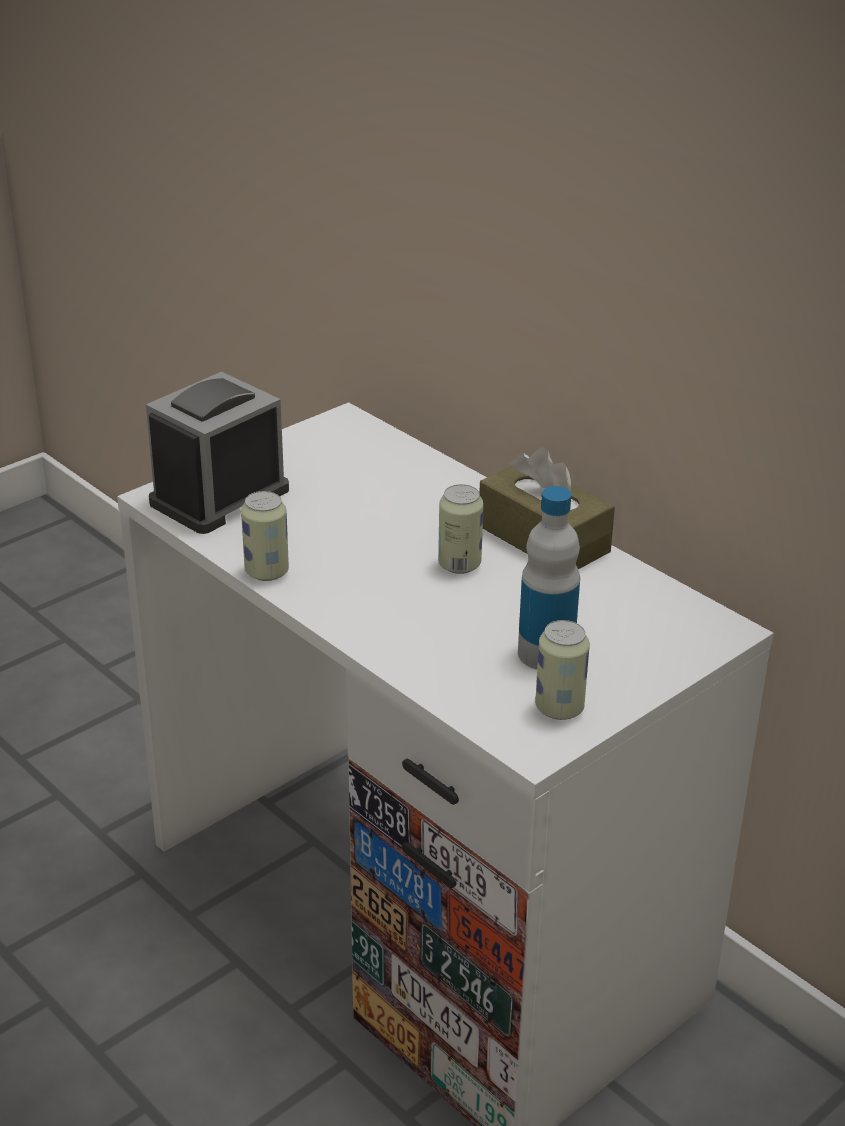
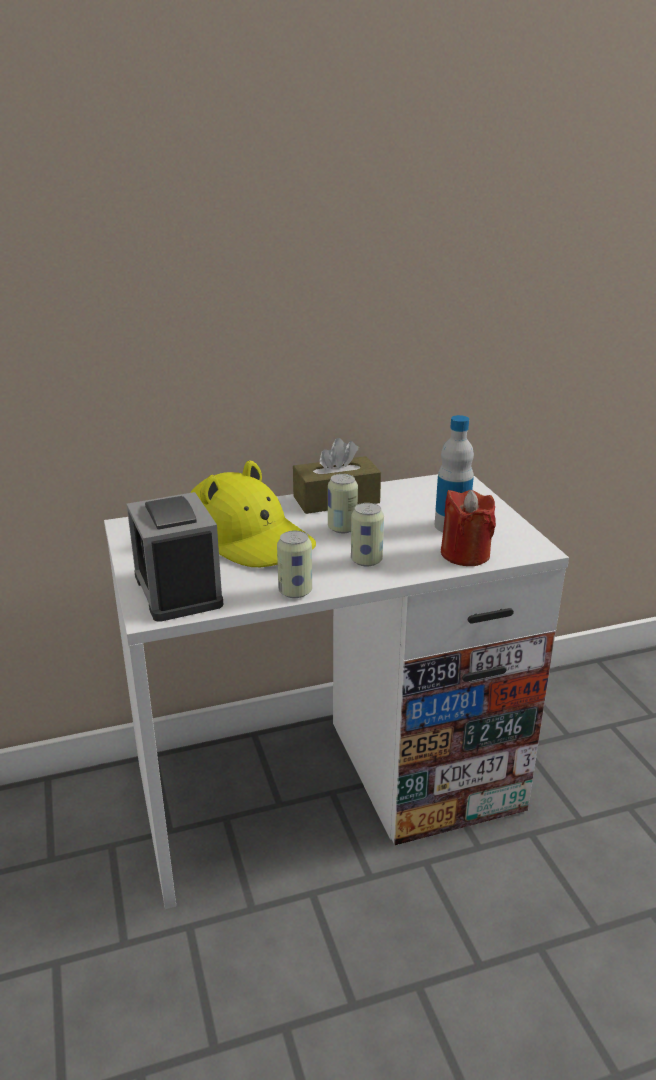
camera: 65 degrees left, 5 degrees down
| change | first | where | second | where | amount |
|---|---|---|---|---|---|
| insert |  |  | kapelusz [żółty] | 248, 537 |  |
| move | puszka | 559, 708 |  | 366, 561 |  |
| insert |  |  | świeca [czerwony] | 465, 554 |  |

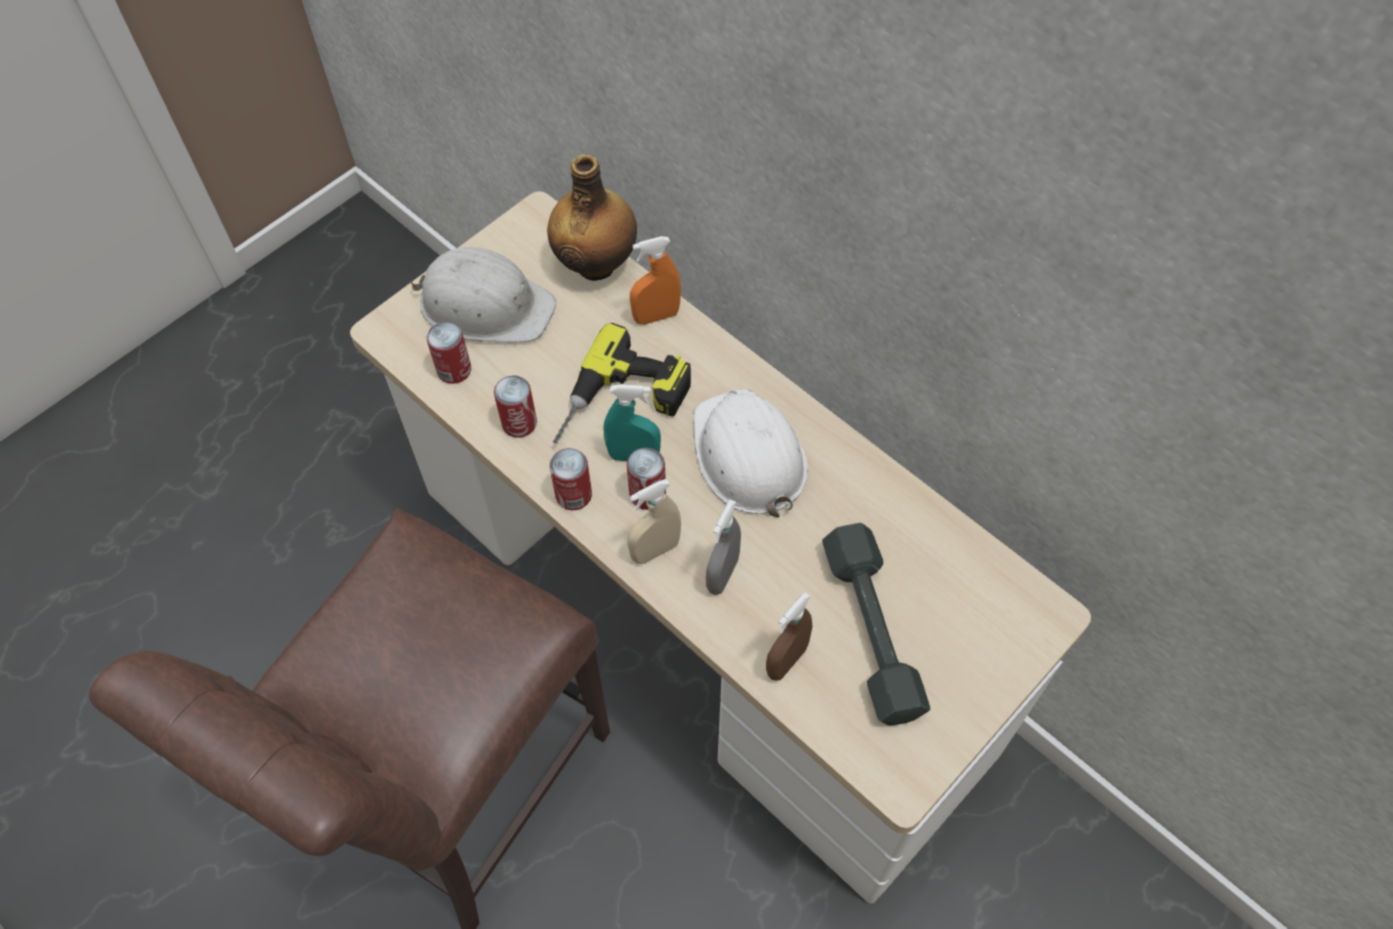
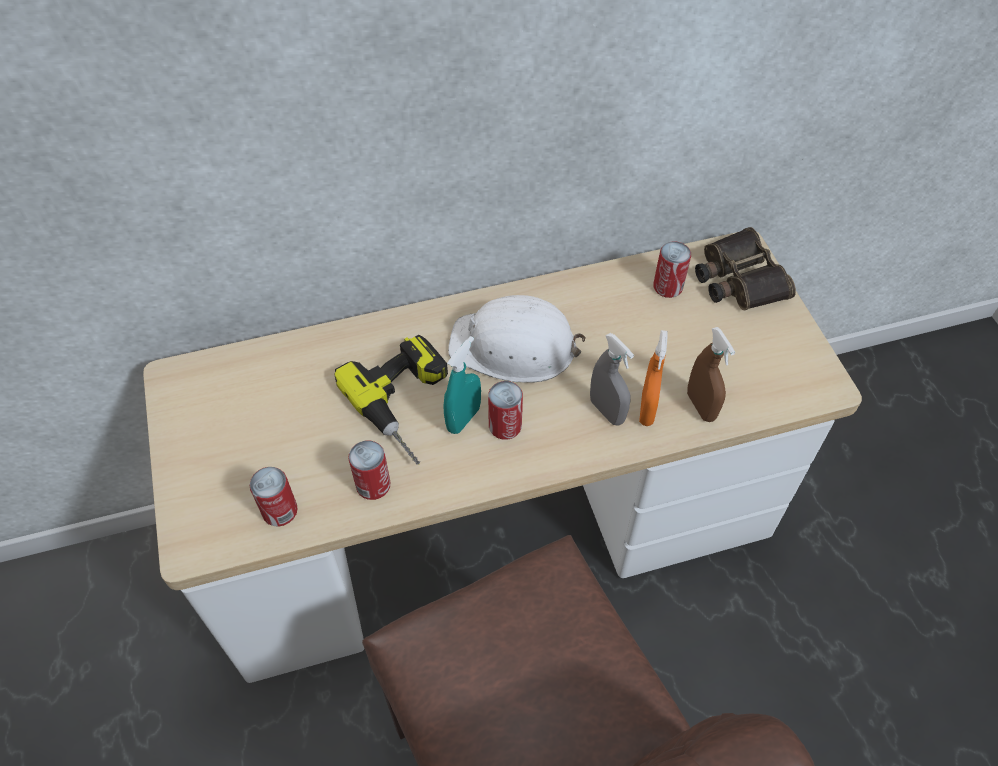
camera: 60 degrees left, 5 degrees down
| change | first | where | second | where | amount |
|---|---|---|---|---|---|
| move | spryskiwacz [pomarańczowy] | 656, 316 |  | 647, 410 |  |
| move | puszka | 573, 495 |  | 668, 287 |  |
| insert |  |  | lornetka | 737, 279 |  |
| delete | kask [biały] | 485, 305 |  |  |  |
| delete | butelka | 596, 263 |  |  |  |
| delete | spryskiwacz [beżowy] | 655, 550 |  |  |  |
| delete | hantel [szary] | 872, 630 |  |  |  |

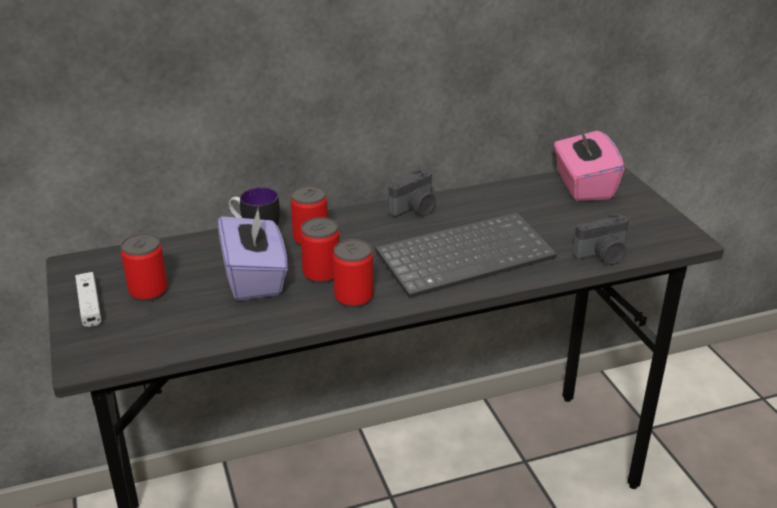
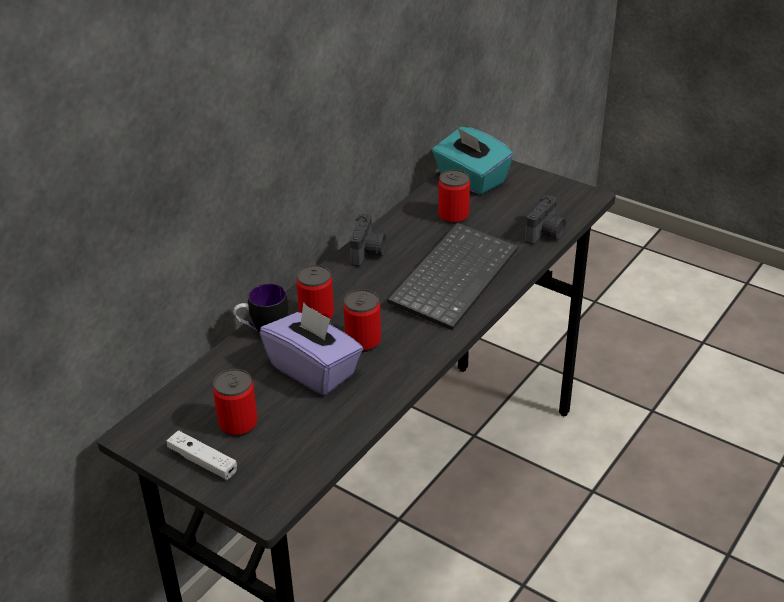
camera: 35 degrees left, 5 degrees up
| change | first | where | second | where | amount |
|---|---|---|---|---|---|
| recolor | pudełko chusteczek [różowy] | 583, 186 | pudełko chusteczek [turkusowy] | 470, 179 |  |
| move | puszka | 353, 298 |  | 453, 216 |  |

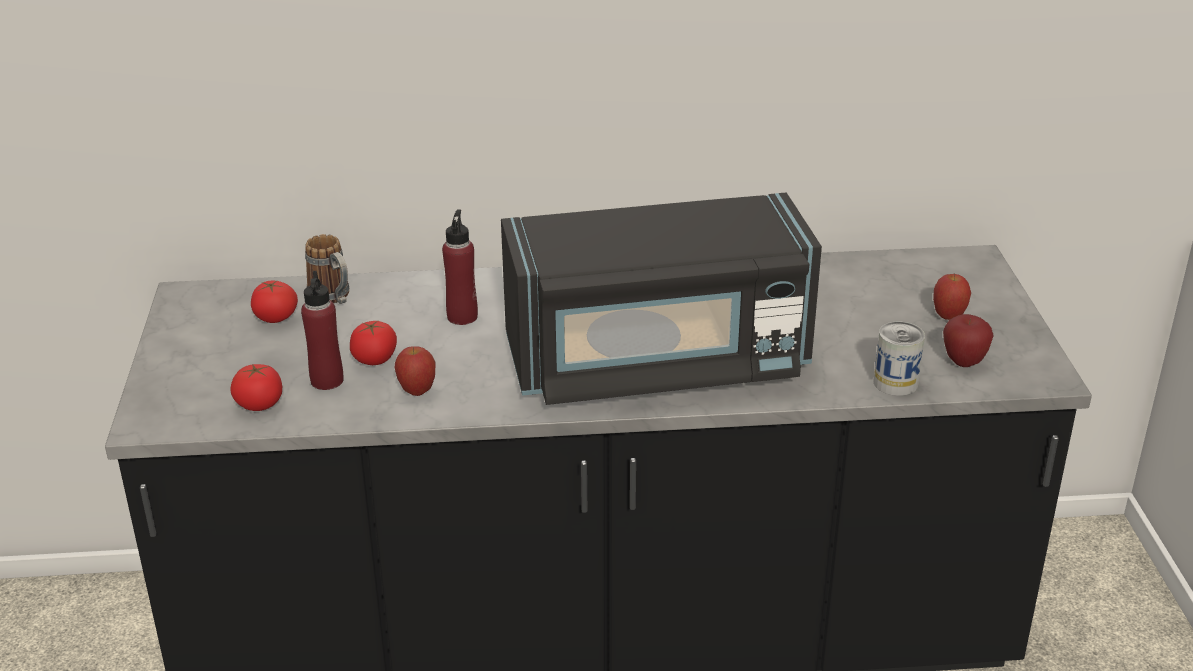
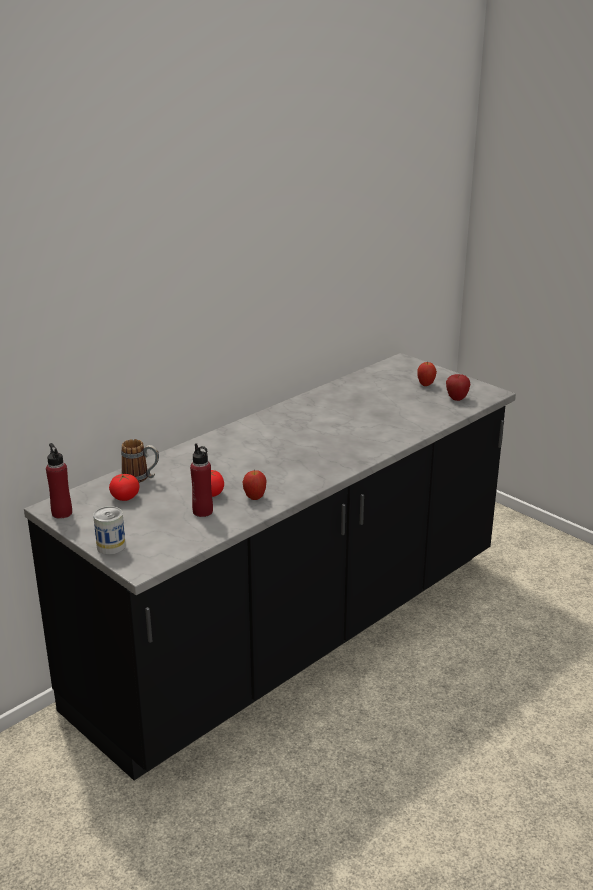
camera: 40 degrees left, 5 degrees down
| change | first | where | second | where | amount |
|---|---|---|---|---|---|
| move | butelka [czerwony] | 462, 316 |  | 62, 513 |  |
| move | puszka | 895, 383 |  | 111, 546 |  |
| delete | pomidor | 259, 404 |  |  |  |
| delete | mikrofalówka [czarny] | 657, 363 |  |  |  |

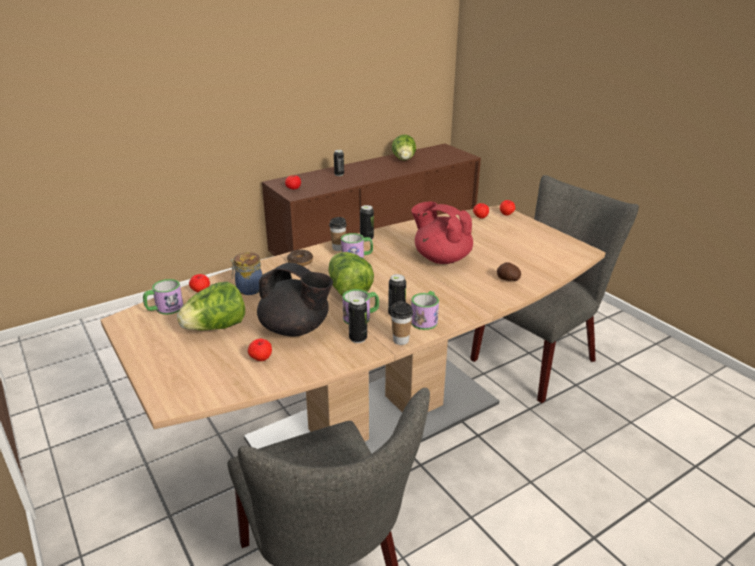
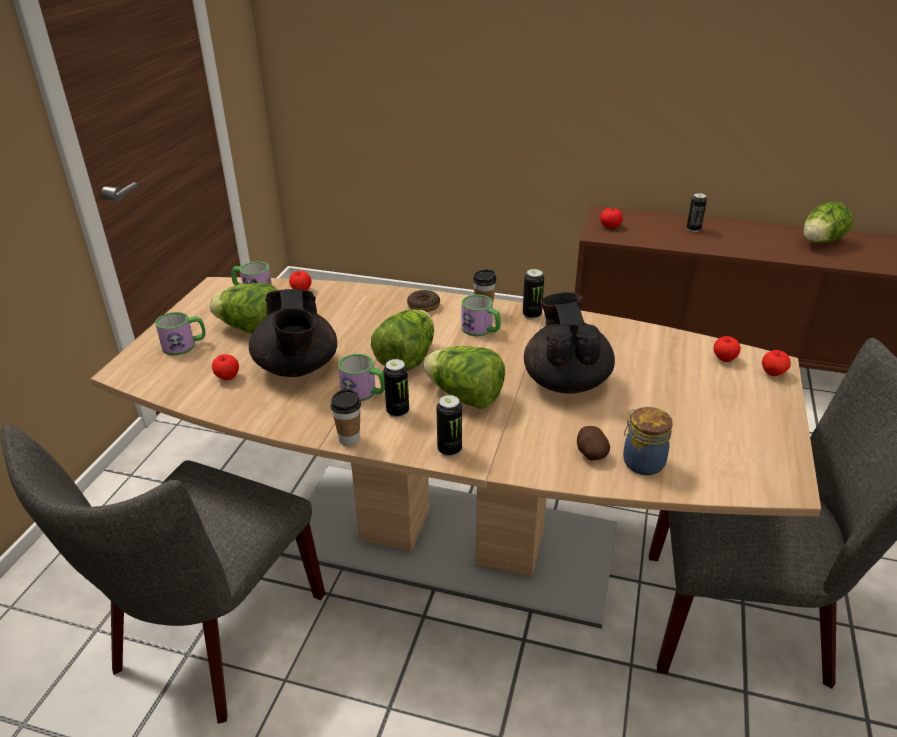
camera: 50 degrees right, 5 degrees up
| change | first | where | second | where | amount |
|---|---|---|---|---|---|
| move | kubek | 425, 319 |  | 185, 345 |  |
| insert |  |  | sałata | 465, 397 |  |
| move | puszka | 358, 339 |  | 449, 449 |  |
| recolor | imbryk [czerwony] | 441, 258 | imbryk [czarny] | 565, 381 |  |
| move | słoik | 248, 289 |  | 641, 462 |  |

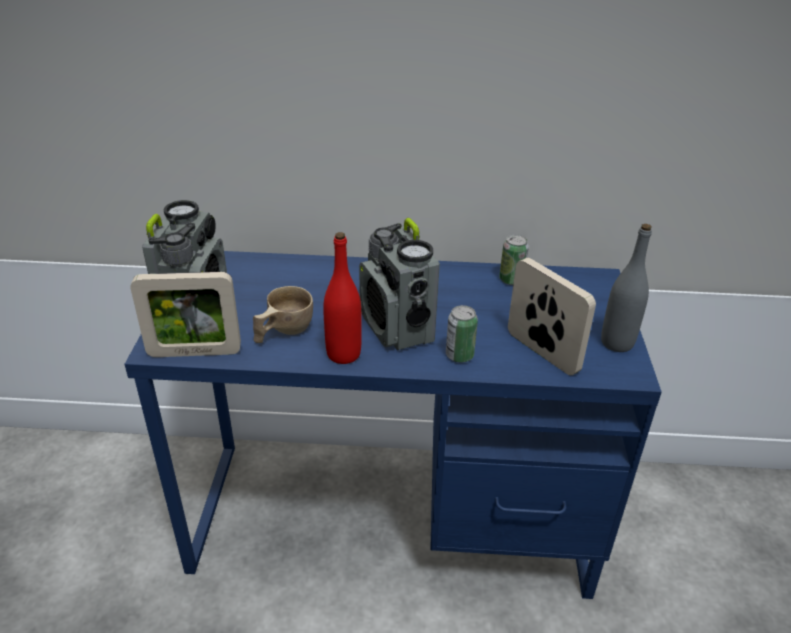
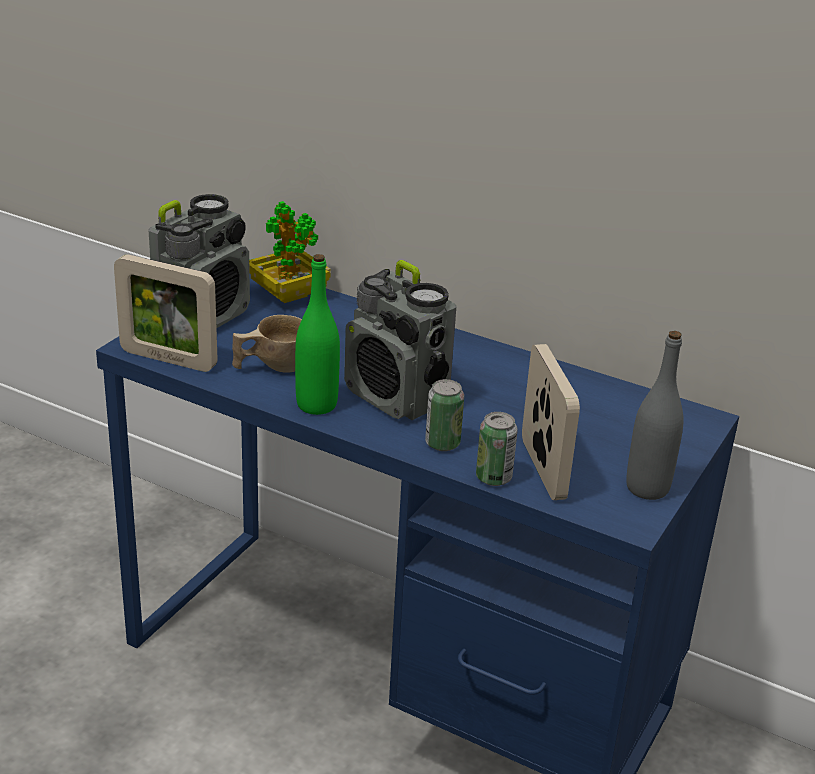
camera: 25 degrees right, 5 degrees down
| change | first | where | second | where | amount |
|---|---|---|---|---|---|
| insert |  |  | roślina doniczkowa | 288, 294 |  |
| recolor | butelka [czerwony] | 343, 354 | butelka [zielony] | 316, 405 |  |
| rotate | radio | 397, 328 |  | 397, 398 | 45 degrees counterclockwise |
| move | puszka | 511, 280 |  | 493, 478 |  |

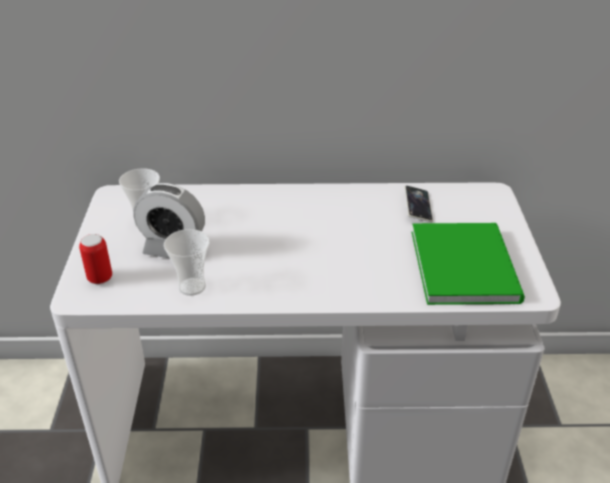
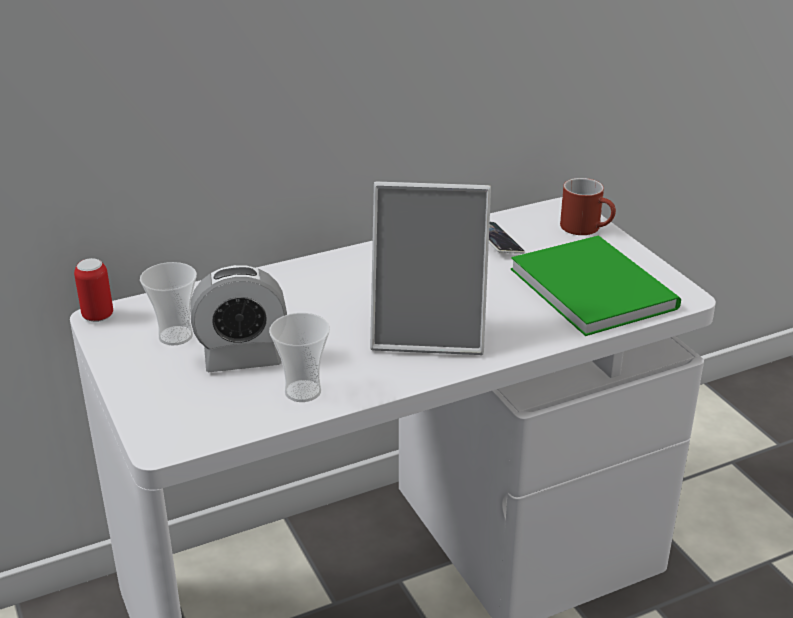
camera: 25 degrees left, 5 degrees down
| change | first | where | second | where | amount |
|---|---|---|---|---|---|
| move | puszka | 100, 278 |  | 98, 316 |  |
| insert |  |  | ramka na zdjęcie | 429, 331 |  |
| insert |  |  | kubek [czerwony] | 587, 228 |  |

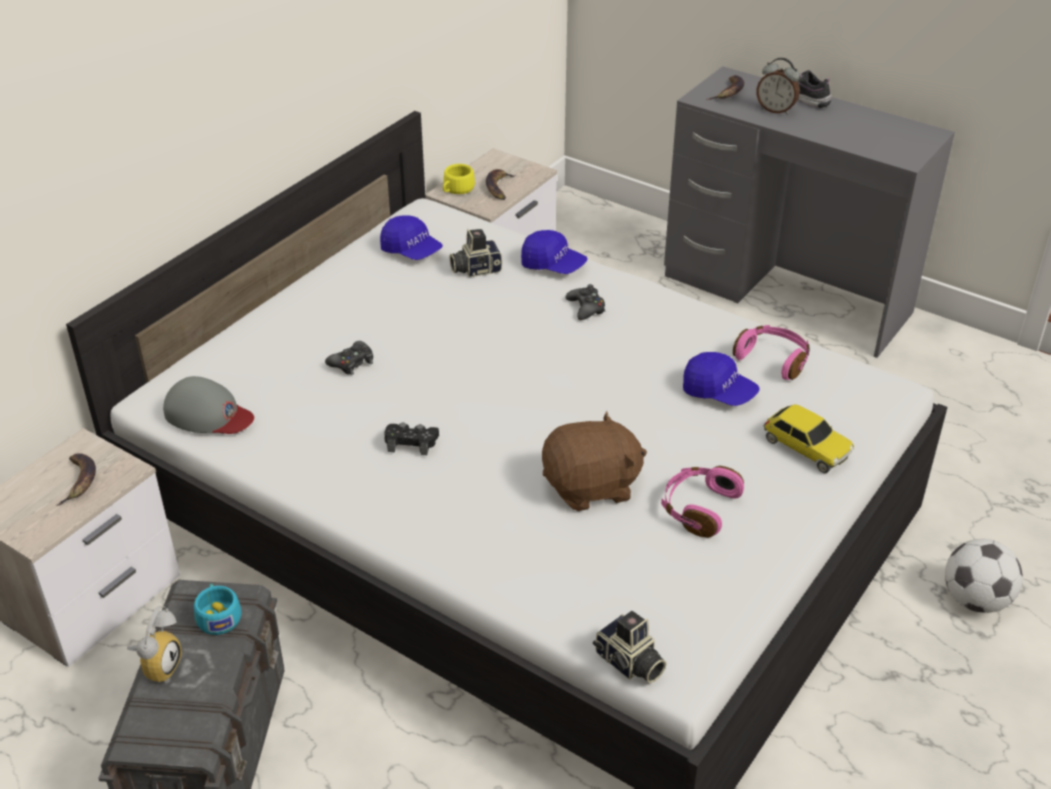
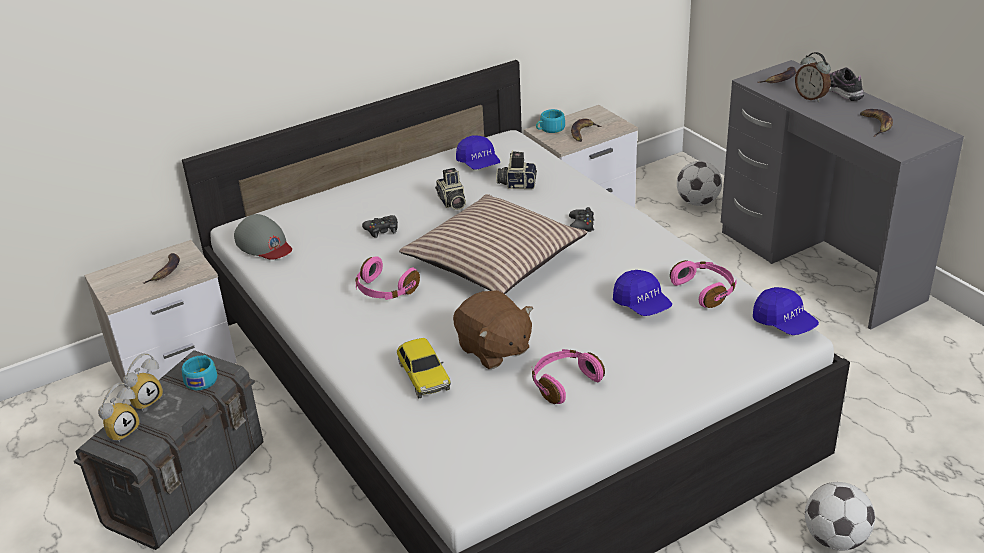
camera: 25 degrees right, 5 degrees down
| change | first | where | second | where | amount |
|---|---|---|---|---|---|
| insert |  |  | budzik | 122, 430 |  |
| replace | pad do gier [czarny] | 411, 442 | słuchawki [różowy] | 385, 290 |  |
| move | samochodzik | 805, 448 |  | 423, 376 |  |
| insert |  |  | poduszka | 494, 260 |  |
| move | aparat fotograficzny | 629, 663 |  | 451, 202 |  |
| rotate | pluszak [brązowy] | 591, 487 |  | 493, 349 | 45 degrees clockwise |
| recolor | filiżanka [żółty] | 456, 189 | filiżanka [turkusowy] | 549, 129 |  |
| insert |  |  | piłka futbolowa | 698, 202 |  |
| move | czapka z daszkiem [niebieski] | 553, 265 |  | 784, 323 |  |
| insert |  |  | banan | 876, 125 |  |

